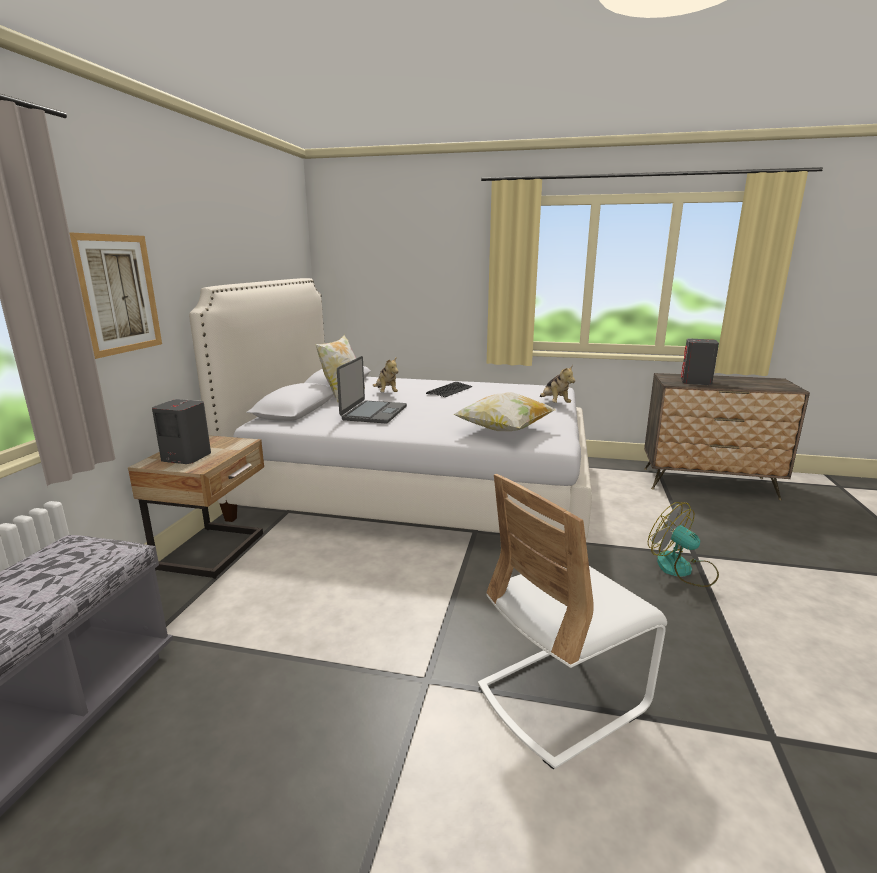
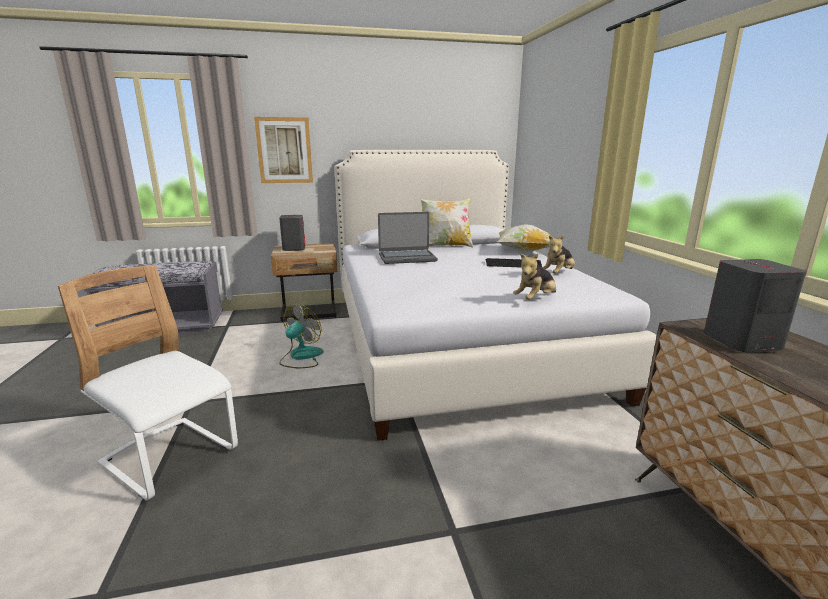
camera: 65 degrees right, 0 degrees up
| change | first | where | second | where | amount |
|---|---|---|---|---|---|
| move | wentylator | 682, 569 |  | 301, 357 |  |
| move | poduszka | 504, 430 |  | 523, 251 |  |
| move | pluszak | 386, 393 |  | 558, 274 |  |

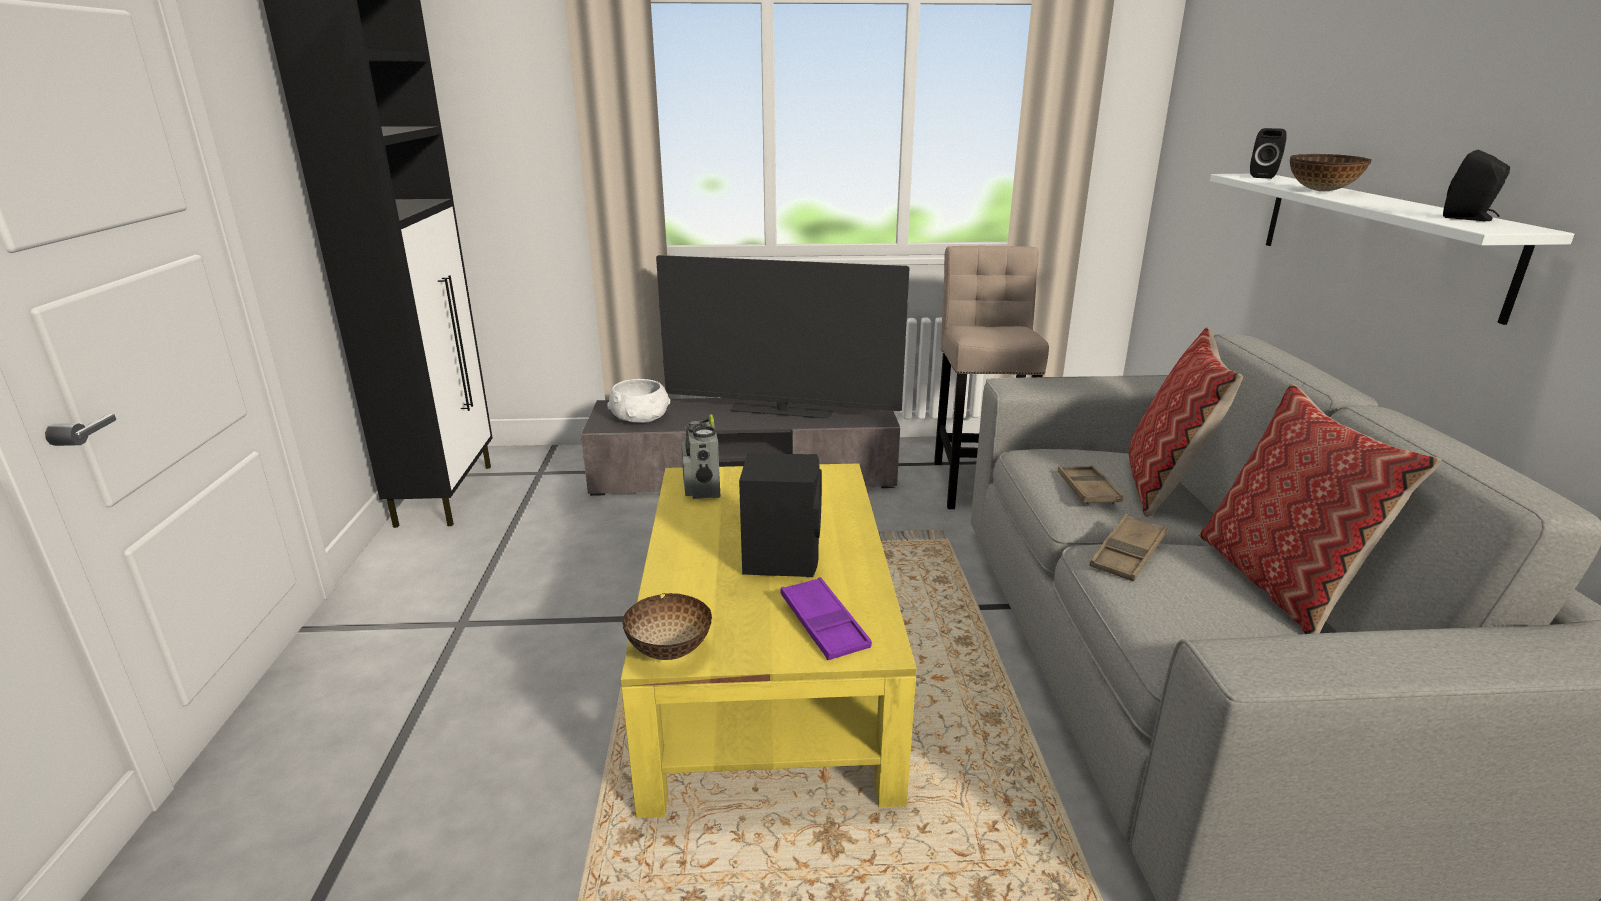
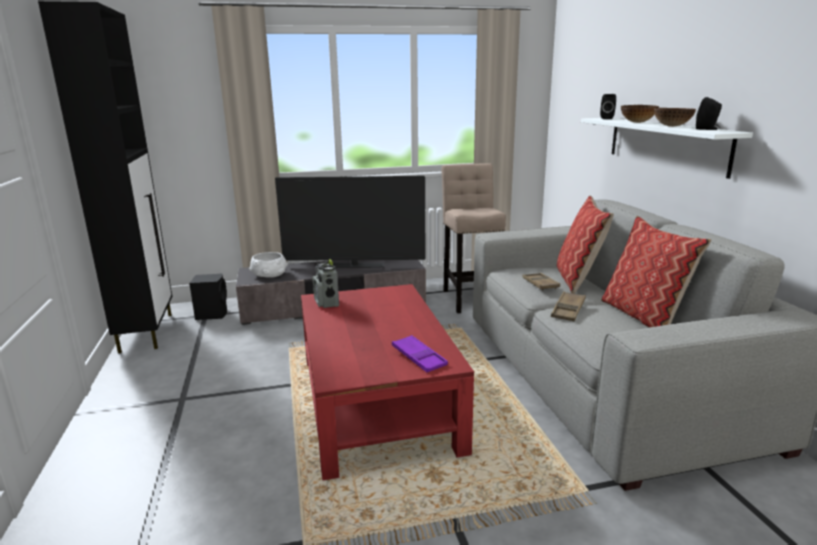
camera: 10 degrees left, 5 degrees down
| change | first | where | second | where | amount |
|---|---|---|---|---|---|
| move | głośnik [czarny] | 782, 558 |  | 212, 314 |  |
| recolor | ława [żółty] | 768, 669 | ława [czerwony] | 377, 401 |  |
| move | miska | 671, 650 |  | 672, 126 |  |

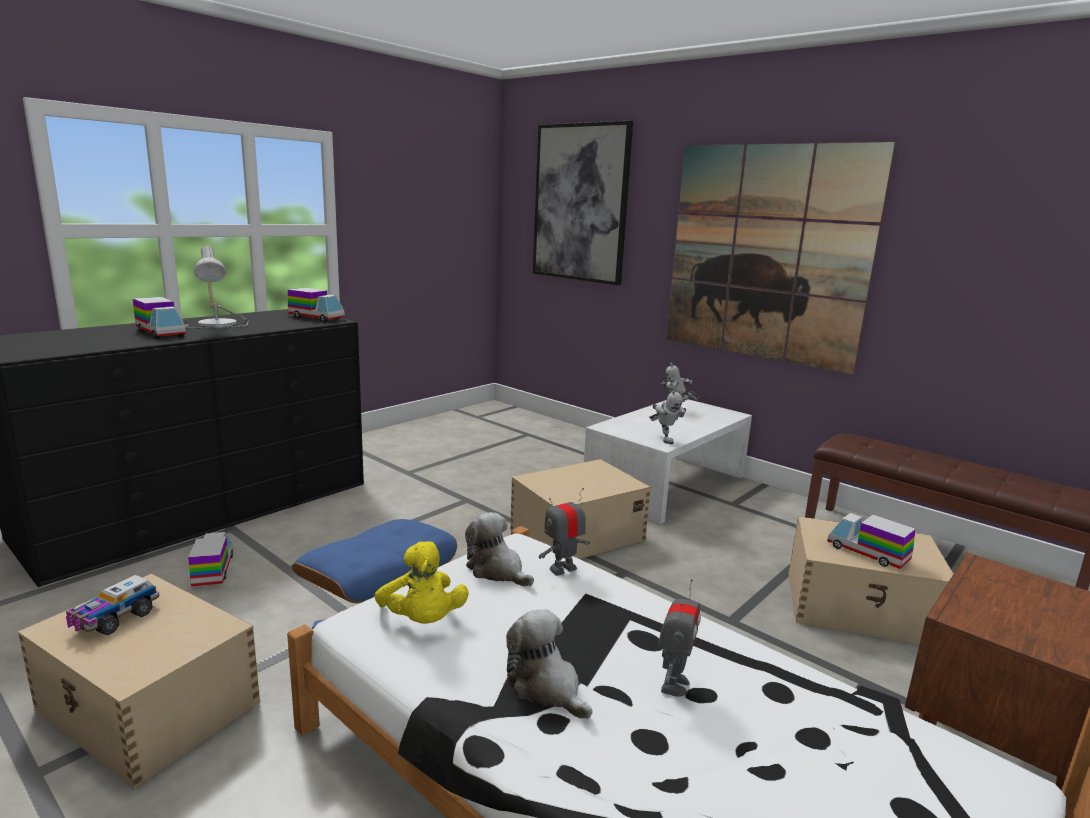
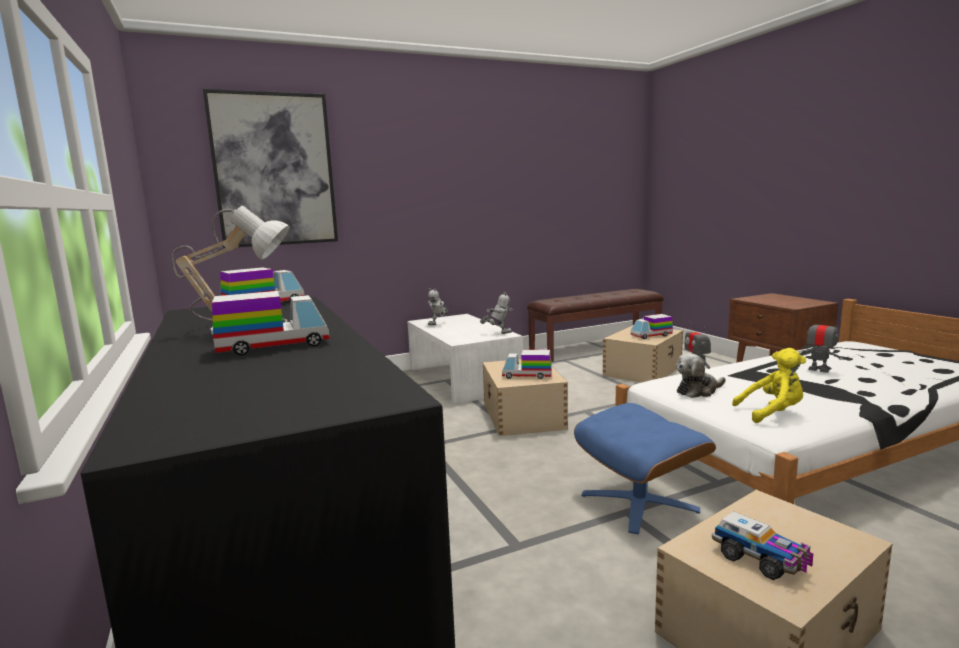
camera: 65 degrees left, 5 degrees down
| change | first | where | second | where | amount |
|---|---|---|---|---|---|
| move | ciężarówka zabawkowa | 213, 570 |  | 527, 375 |  |
| delete | pluszak | 546, 687 |  |  |  |
| delete | obraz | 766, 254 |  |  |  |

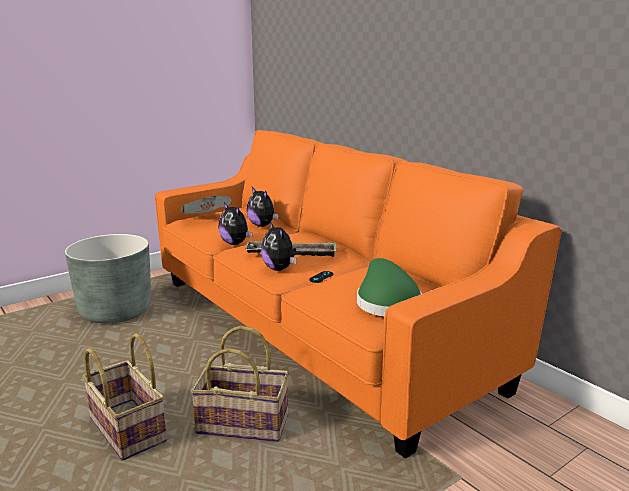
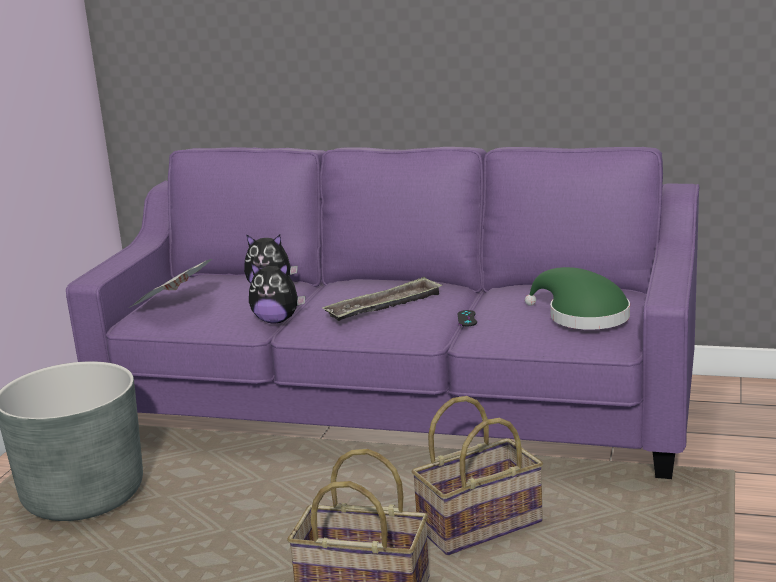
camera: 35 degrees left, 0 degrees up
| change | first | where | second | where | amount |
|---|---|---|---|---|---|
| recolor | kanapa [pomarańczowy] | 315, 329 | kanapa [fioletowy] | 398, 411 |  |
| delete | pluszak | 279, 269 |  |  |  |

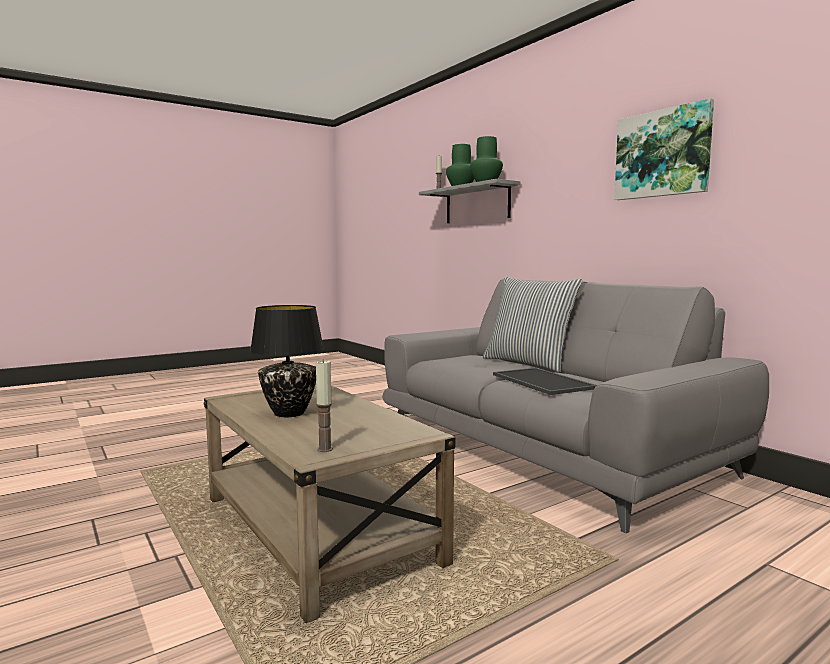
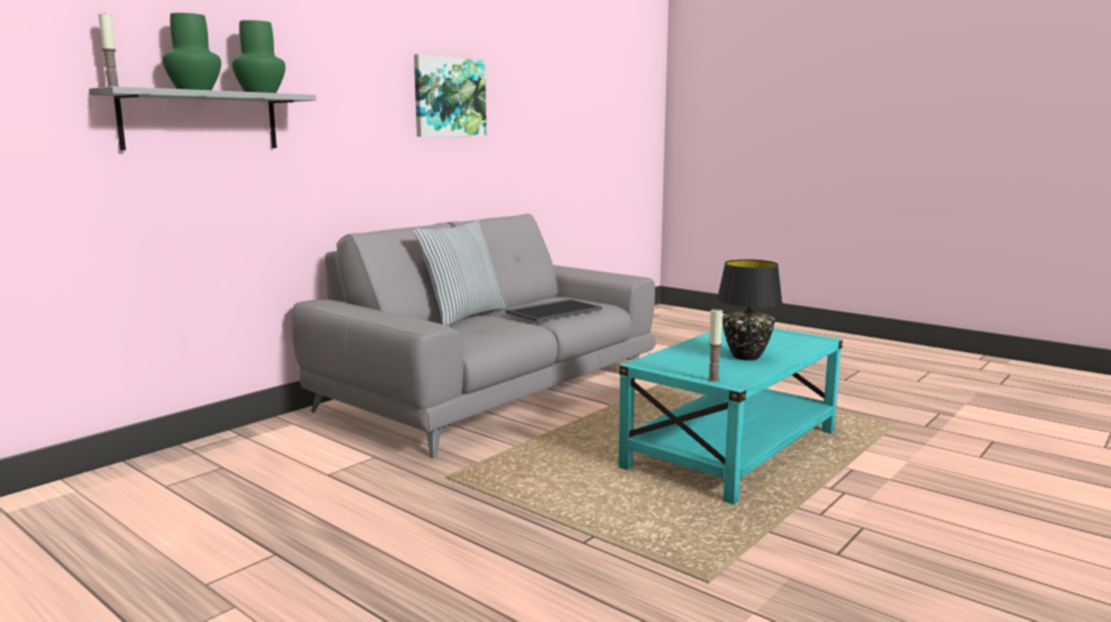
camera: 105 degrees left, 5 degrees up
| change | first | where | second | where | amount |
|---|---|---|---|---|---|
| recolor | ława [beżowy] | 317, 529 | ława [turkusowy] | 732, 449 |  |
| move | świeca | 325, 449 |  | 713, 379 |  |

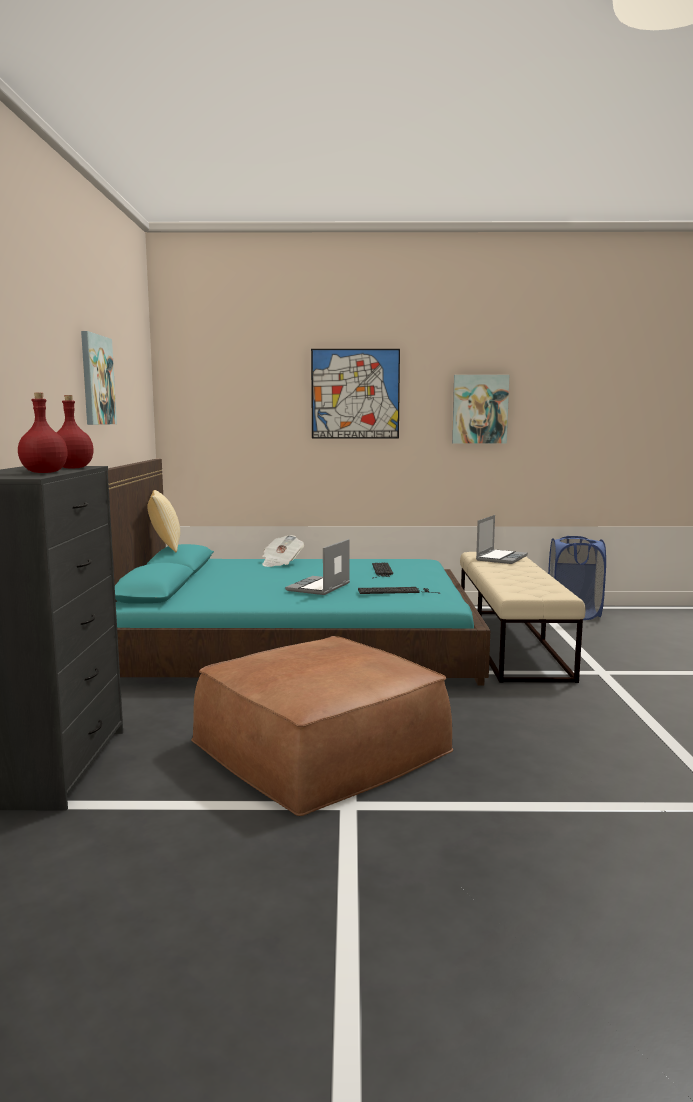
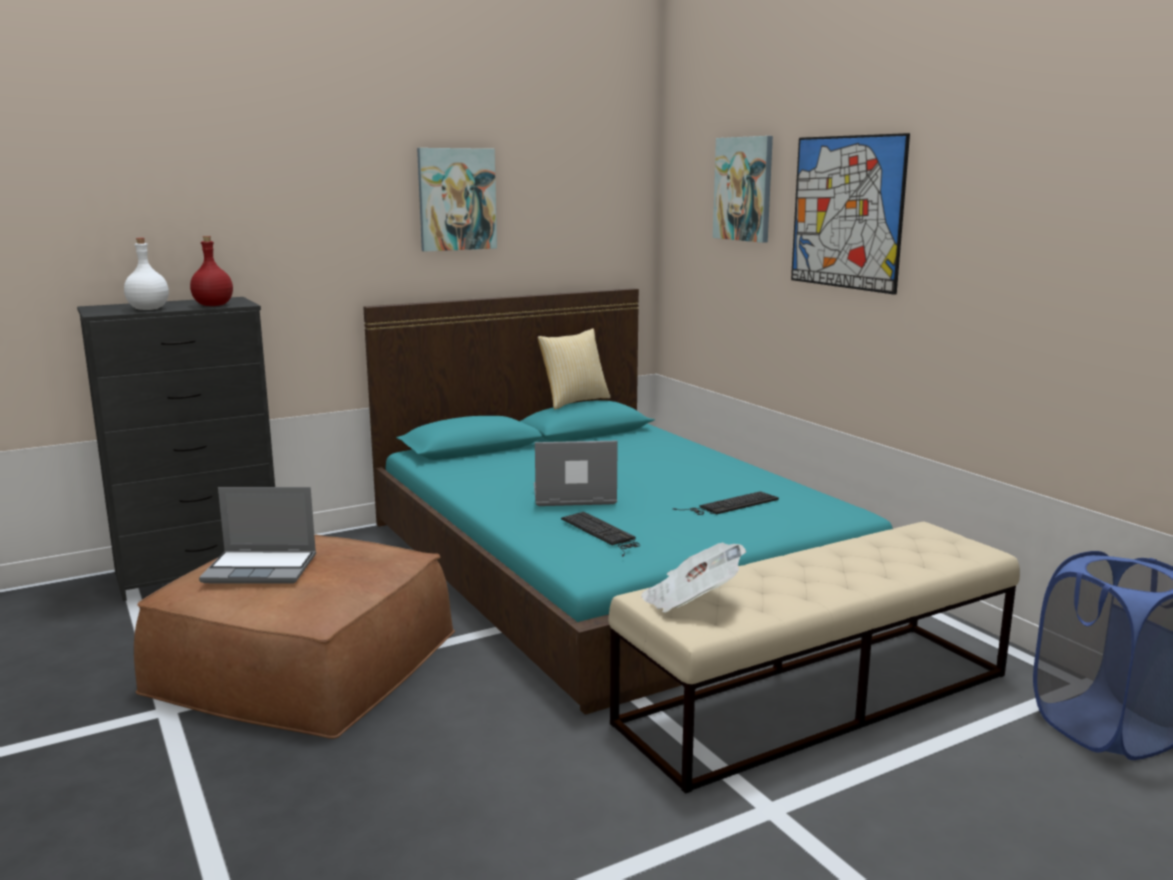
camera: 60 degrees right, 5 degrees up
| change | first | where | second | where | amount |
|---|---|---|---|---|---|
| recolor | butelka [czerwony] | 44, 472 | butelka [biały] | 148, 309 |  |
| move | laptop | 501, 558 |  | 262, 569 |  |
| move | gazeta | 281, 563 |  | 691, 601 |  |
| move | obraz | 480, 409 |  | 744, 189 |  |

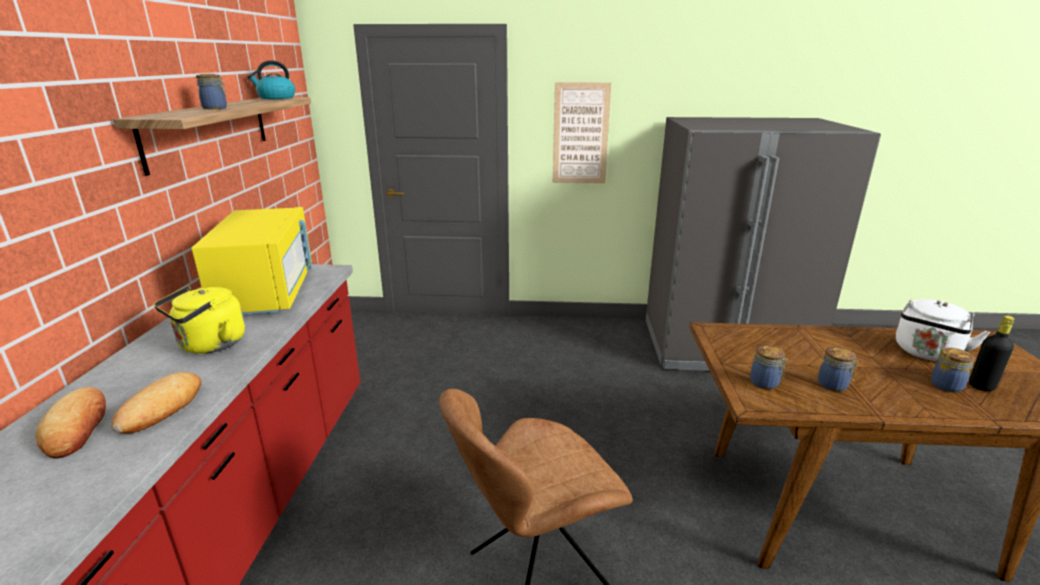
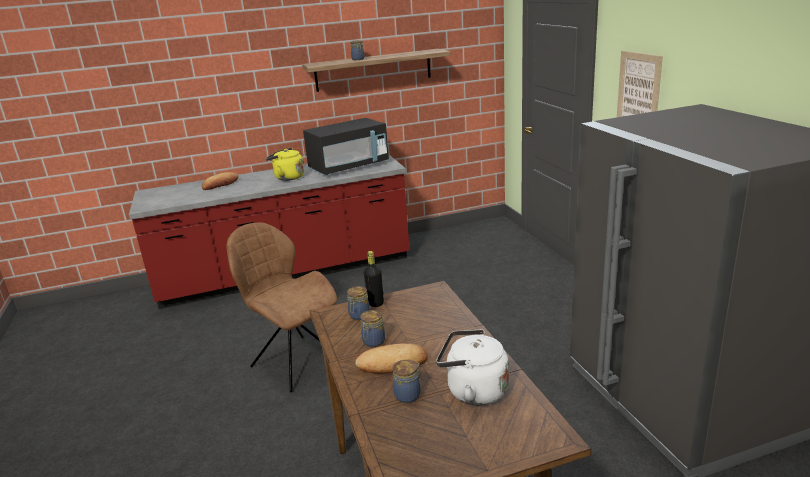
camera: 70 degrees right, 0 degrees up
| change | first | where | second | where | amount |
|---|---|---|---|---|---|
| recolor | mikrofalówka [żółty] | 268, 293 | mikrofalówka [czarny] | 349, 167 |  |
| move | chleb | 161, 407 |  | 392, 363 |  |
| move | butelka [czarny] | 981, 386 |  | 375, 303 |  |
| delete | czajnik | 276, 98 |  |  |  |

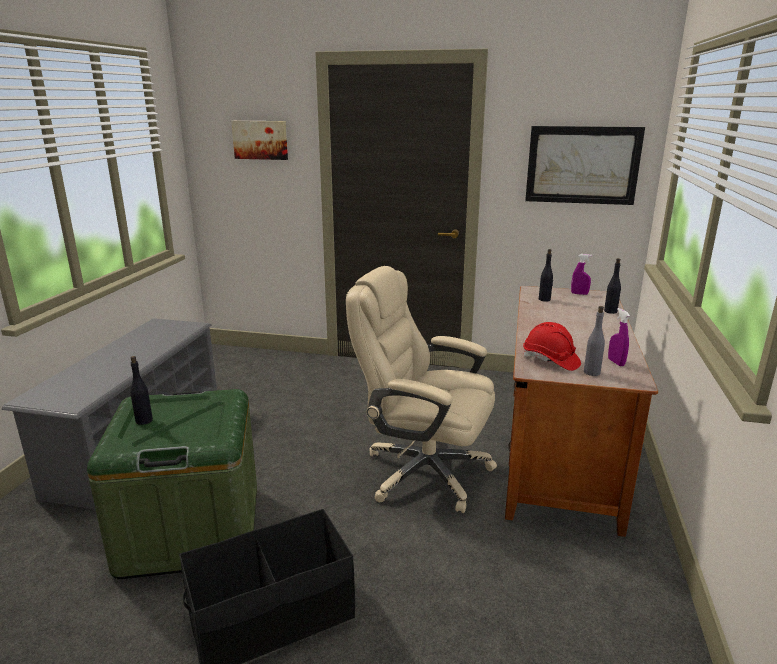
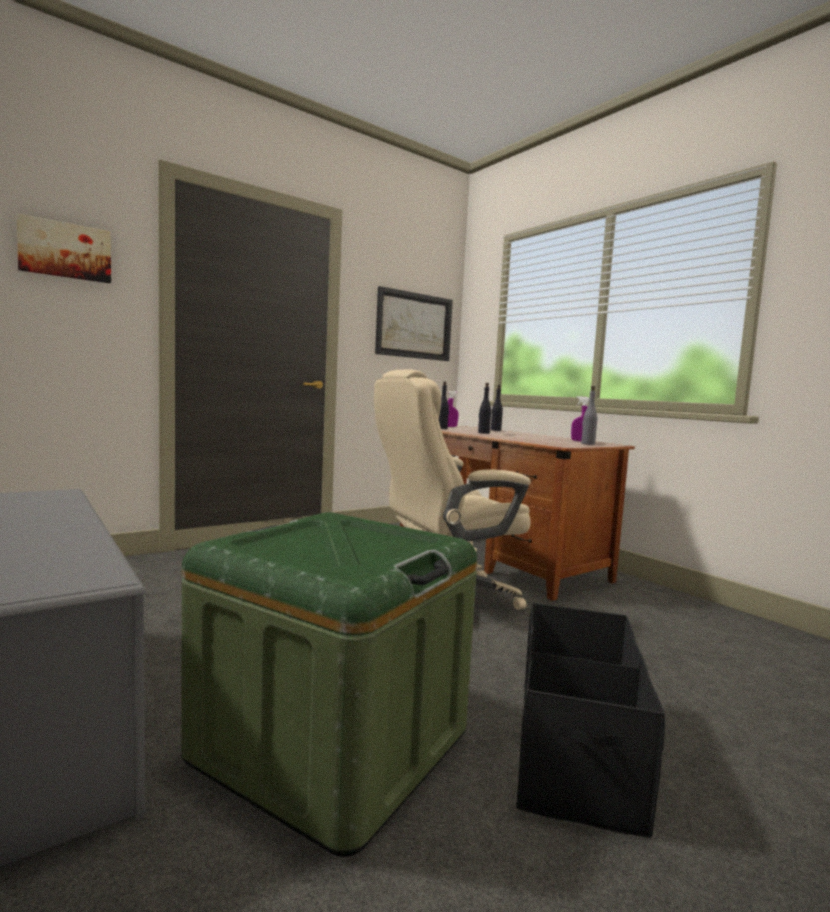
camera: 50 degrees left, 15 degrees down
| change | first | where | second | where | amount |
|---|---|---|---|---|---|
| move | butelka [czarny] | 144, 420 |  | 483, 433 |  |
| delete | kask [czerwony] | 550, 360 |  |  |  |

